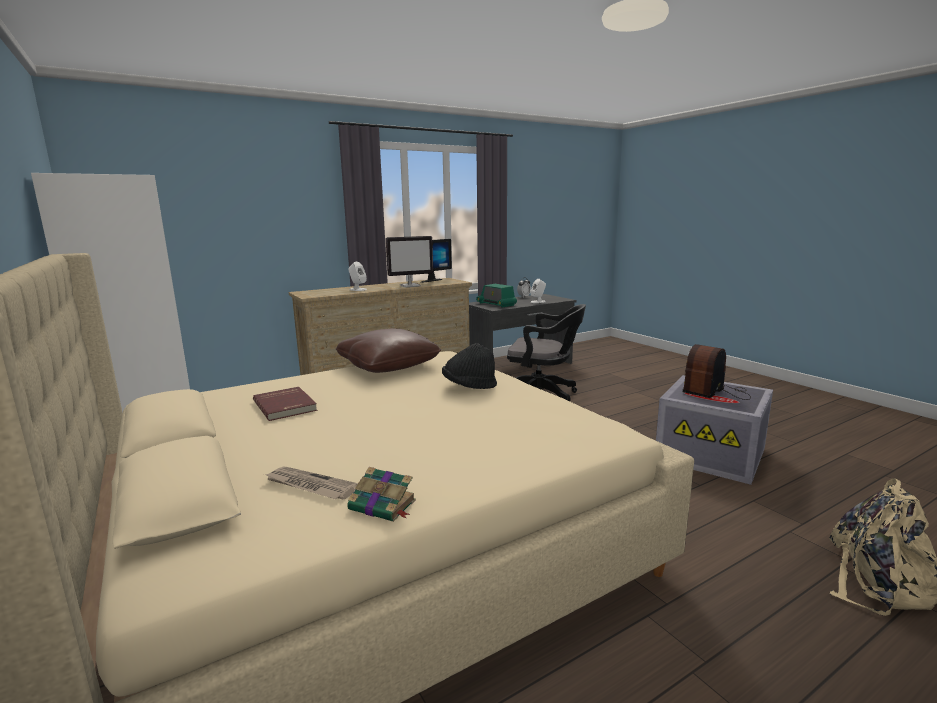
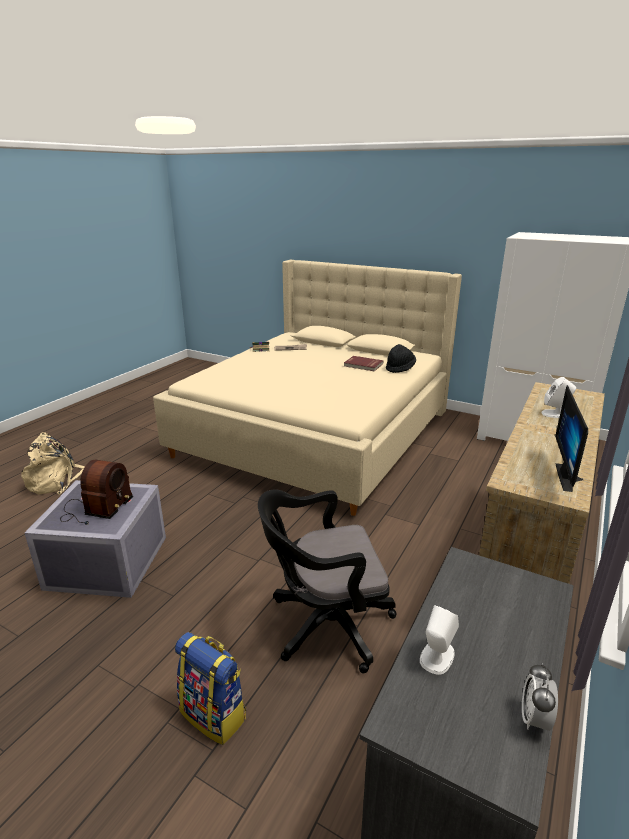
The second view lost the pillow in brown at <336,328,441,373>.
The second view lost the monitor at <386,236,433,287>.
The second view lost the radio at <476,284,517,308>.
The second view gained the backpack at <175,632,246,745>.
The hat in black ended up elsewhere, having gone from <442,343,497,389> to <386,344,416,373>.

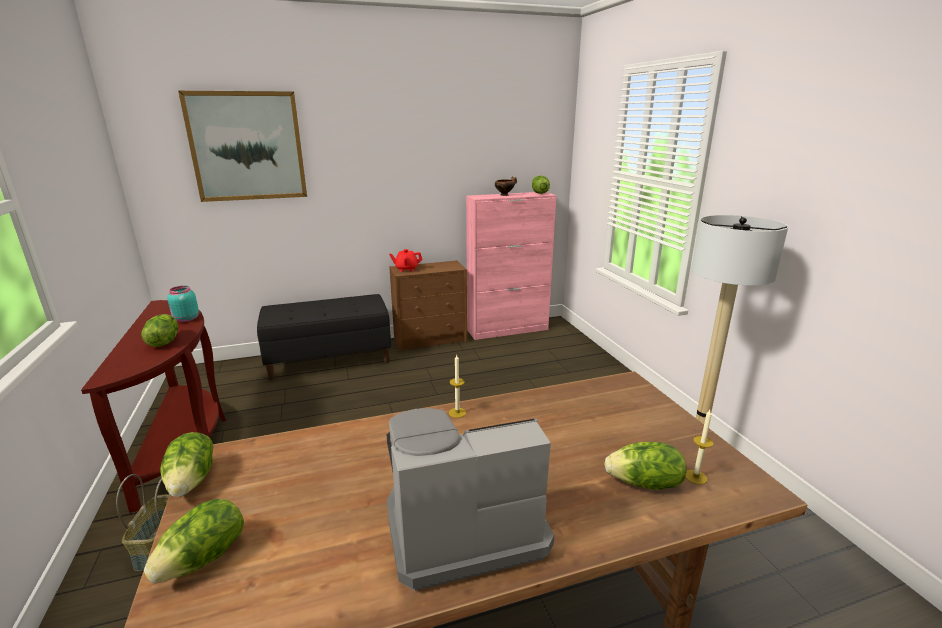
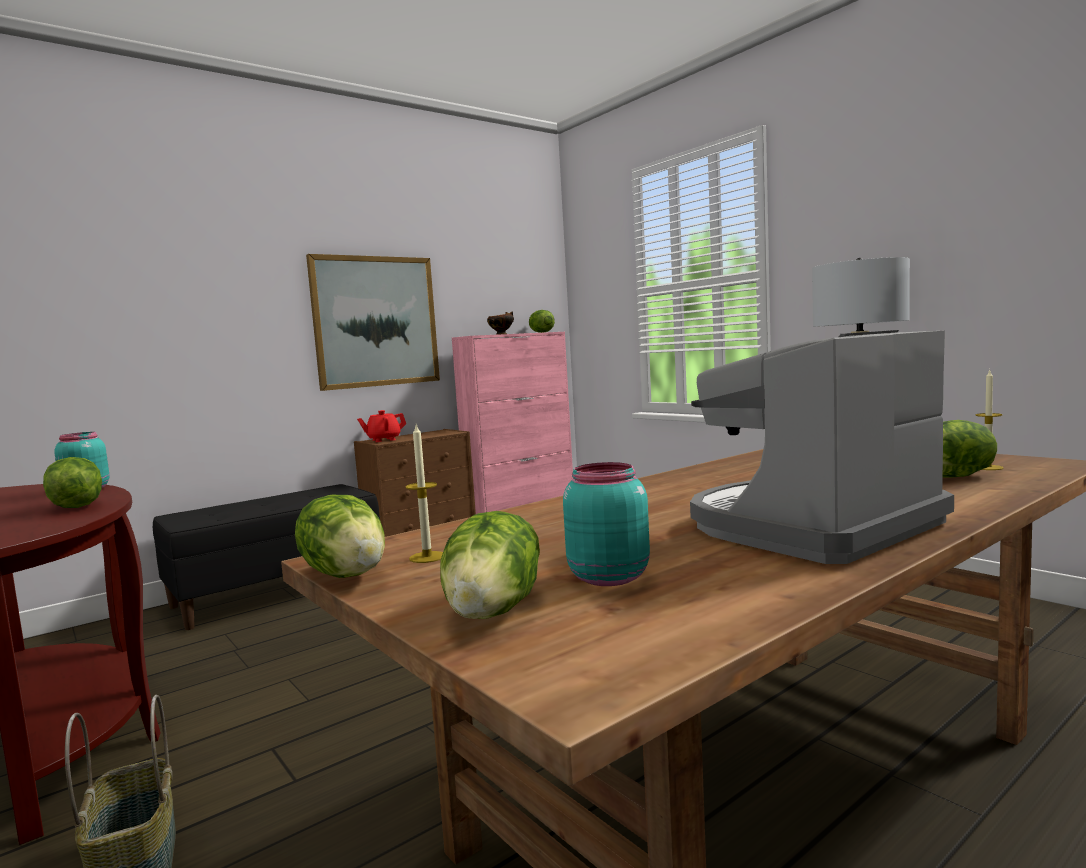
The second view gained the jar in turquoise at <563,462,650,586>.
The picture ended up elsewhere, having gone from <178,91,307,202> to <306,254,440,391>.
The candle ended up elsewhere, having gone from <449,355,466,418> to <406,425,443,563>.

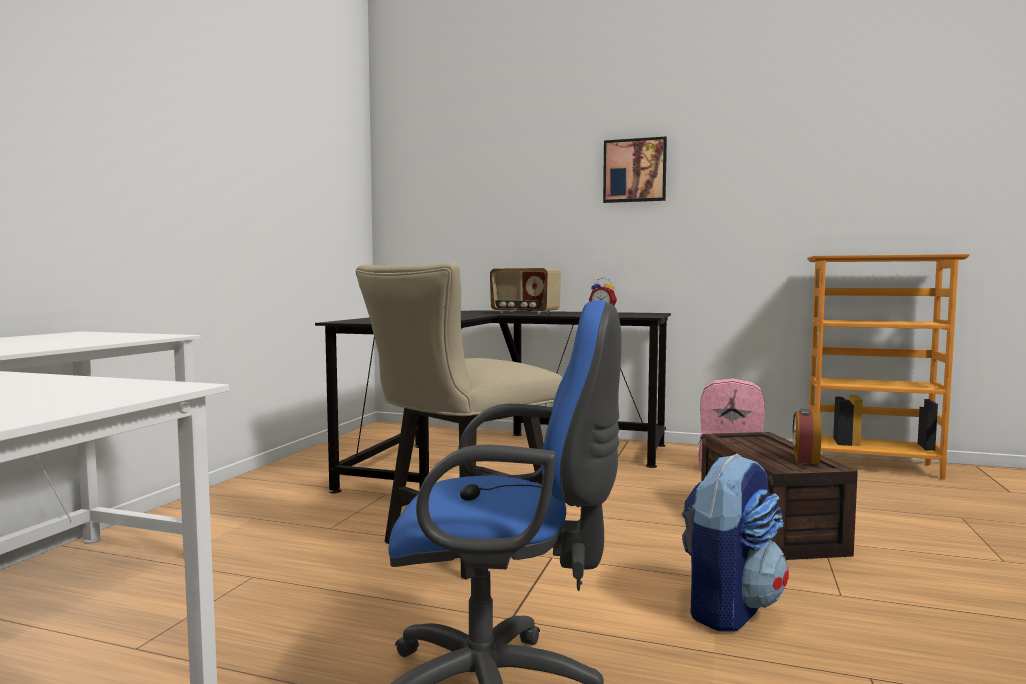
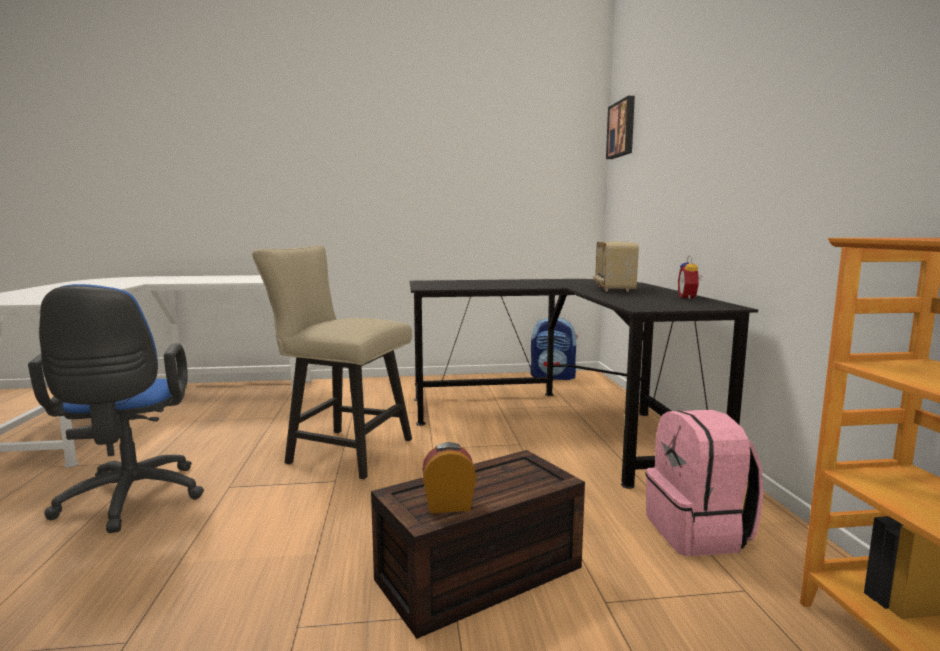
The picture ended up elsewhere, having gone from <603,137,667,203> to <606,96,635,159>.
The backpack ended up elsewhere, having gone from <682,454,789,632> to <530,317,578,380>.

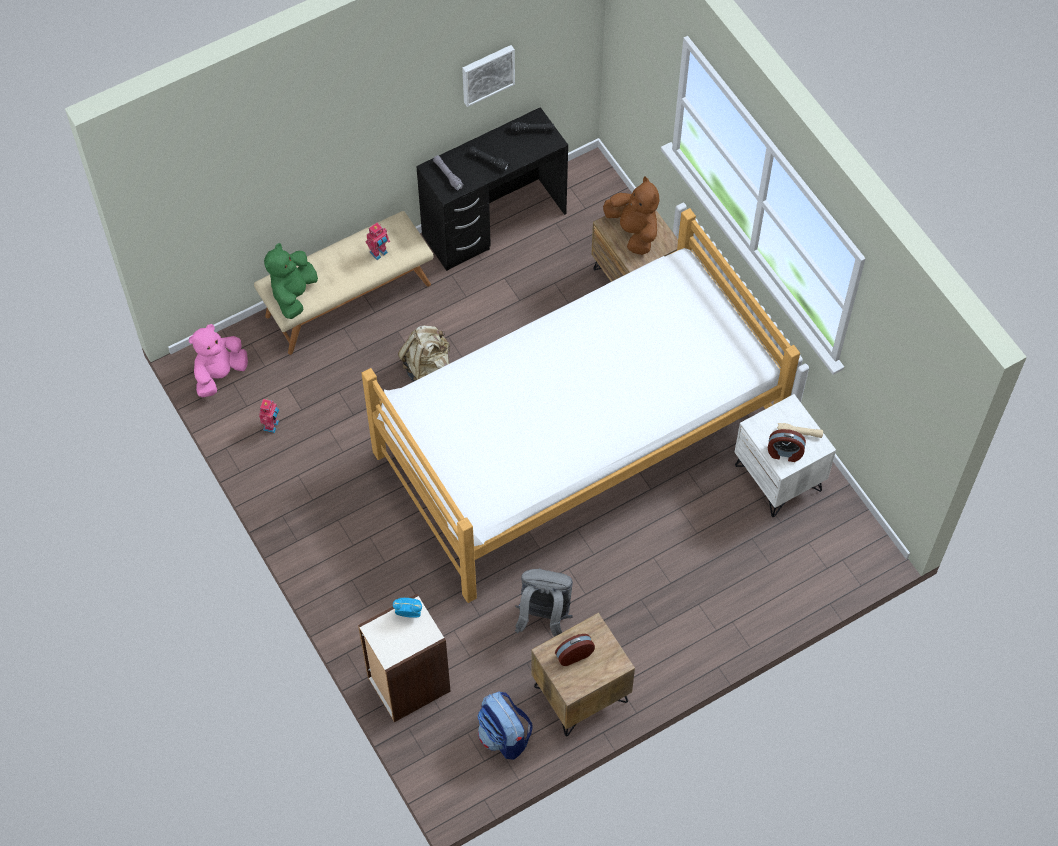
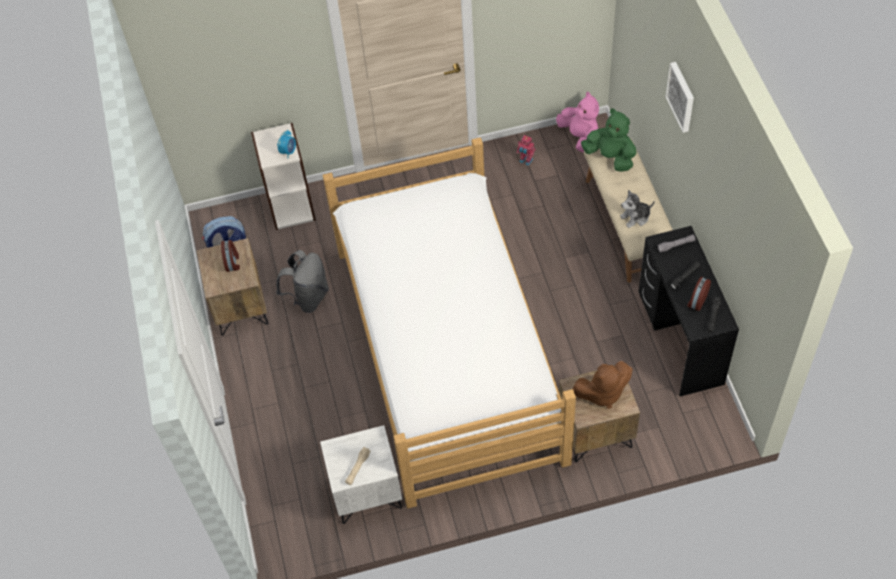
The second view lost the backpack in beige at <398,325,450,381>.
The picture ended up elsewhere, having gone from <462,45,515,107> to <666,62,694,133>.
The alarm clock ended up elsewhere, having gone from <768,429,806,462> to <687,277,711,311>.
Where the toy robot stood at <365,223,390,260>, the plush toy came to stand at <620,190,655,228>.

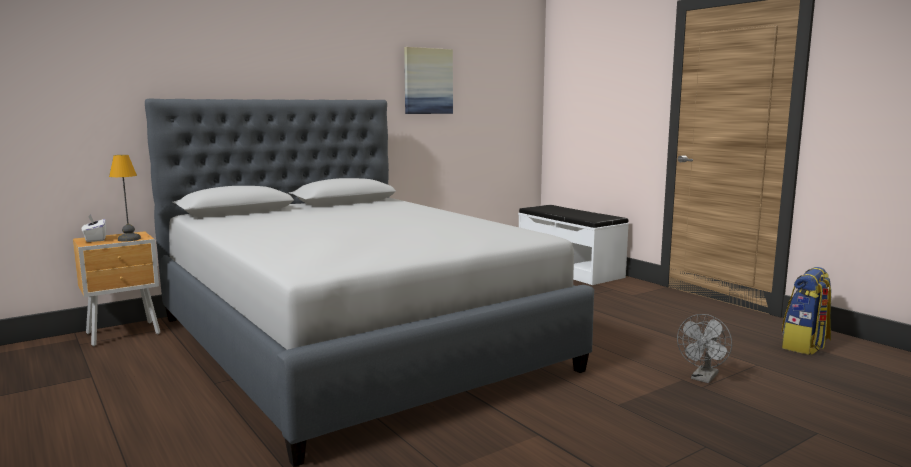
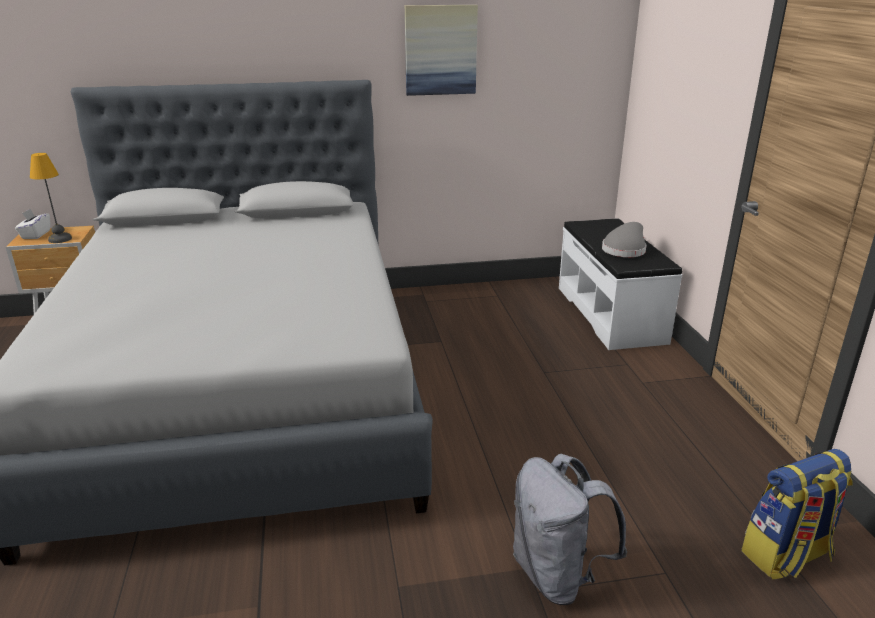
The second view gained the hat in grey at <602,222,647,257>.
Where the fan in grey stood at <677,314,732,383>, the backpack in grey came to stand at <513,454,627,605>.

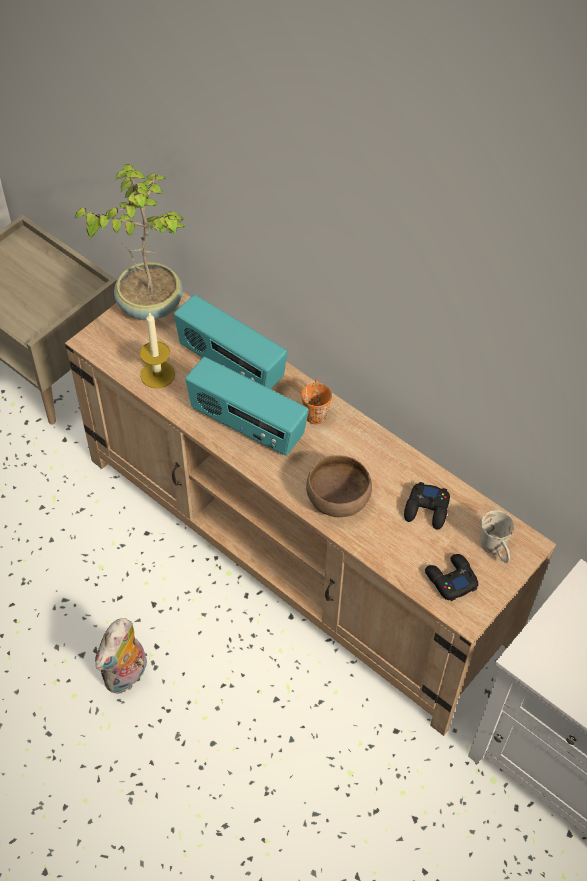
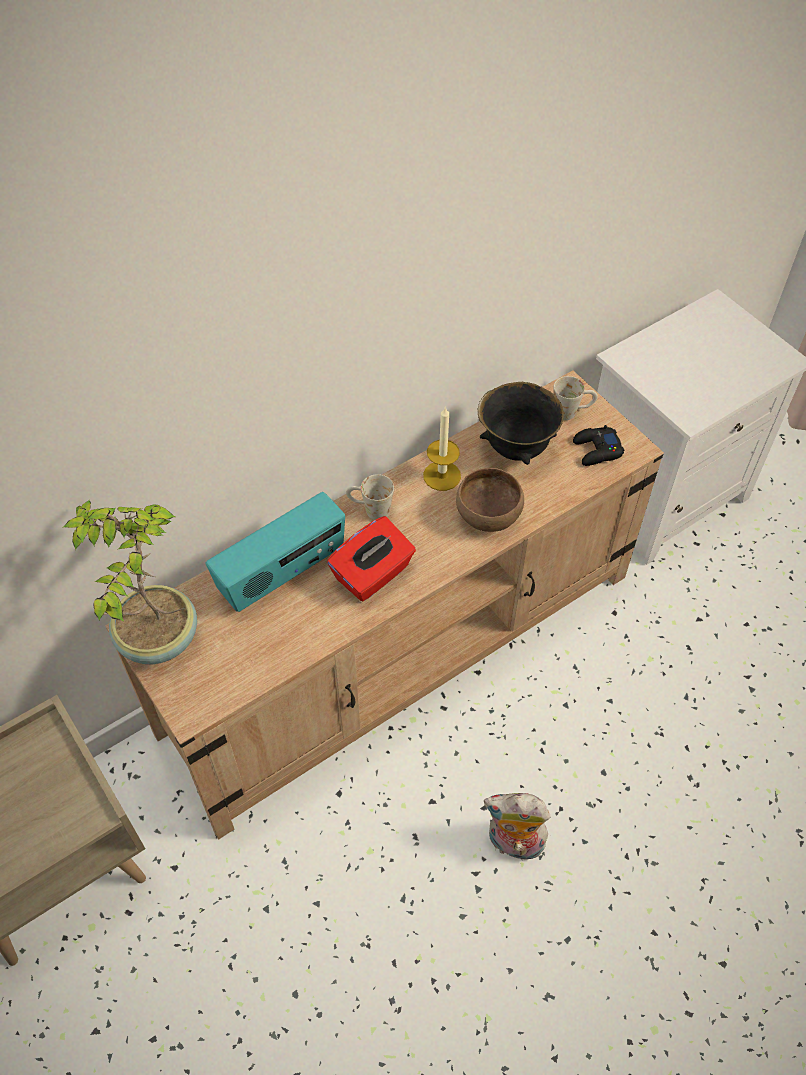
The candle ended up elsewhere, having gone from <140,312,175,388> to <423,406,461,491>.
Where the radio stood at <185,357,309,455>, the tissue box in red came to stand at <327,516,416,601>.
Where the game controller in black stood at <404,482,450,530>, the bowl in black came to stand at <478,382,564,465>.
What was the mug in orange at <301,379,332,424> turned into the mug in white at <346,474,394,520>.
The plush toy at <95,618,147,694> ended up facing another way, 150 degrees clockwise from before.

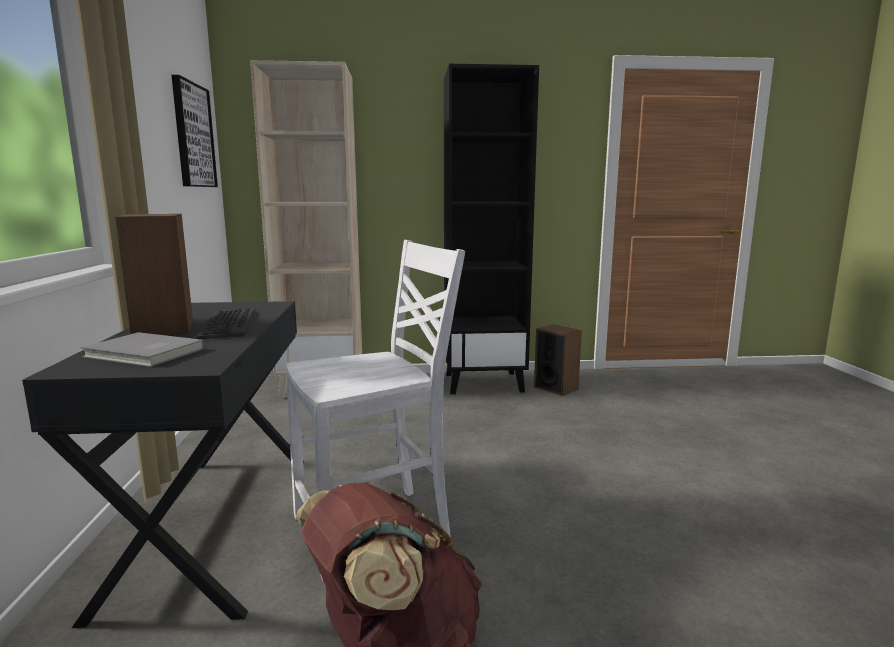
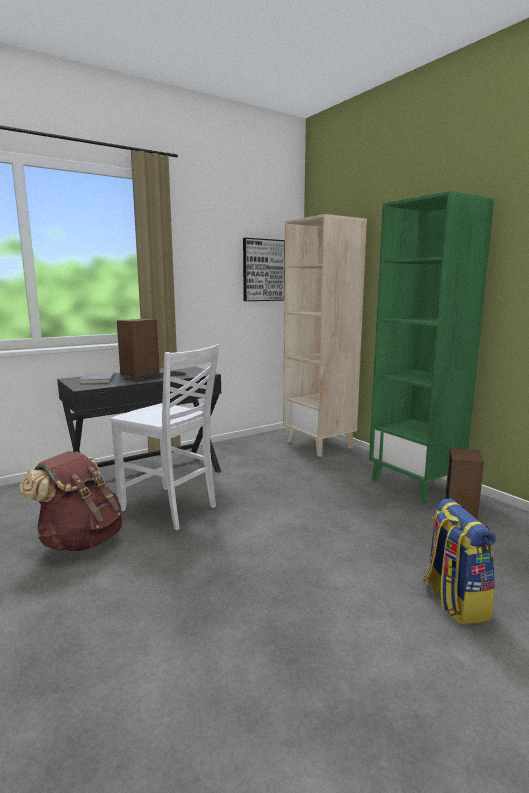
The second view gained the backpack at <423,499,496,624>.
What was the bookcase in black at <444,64,539,394> turned into the bookcase in green at <369,191,494,503>.

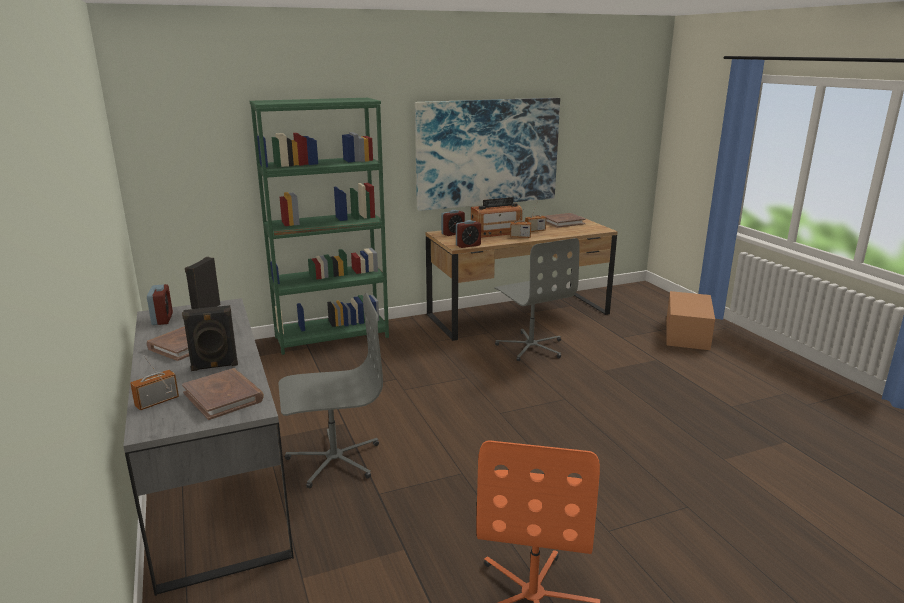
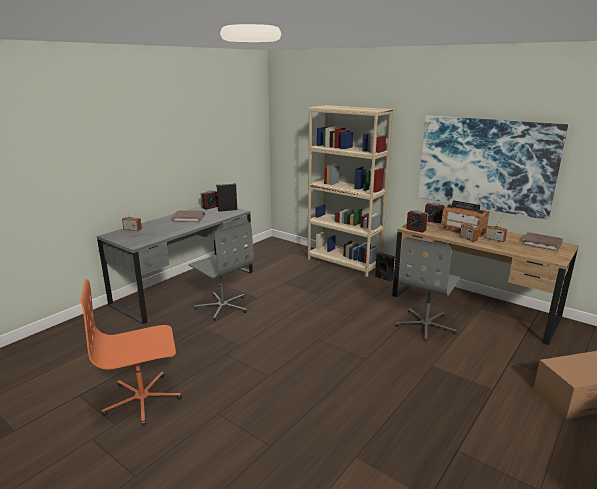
The second view lost the book in brown at <182,368,264,420>.
The speaker in black ended up elsewhere, having gone from <182,305,238,371> to <375,252,395,282>.
What was the bookcase in green at <250,98,389,355> turned into the bookcase in beige at <308,105,393,277>.

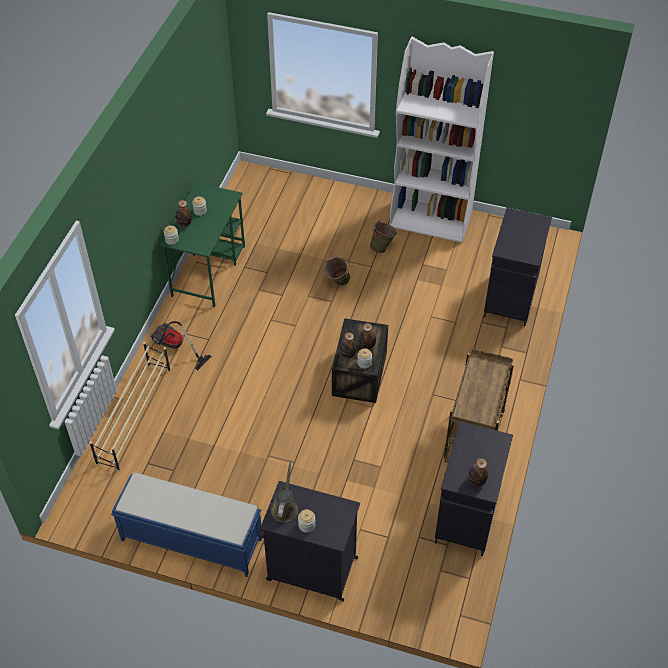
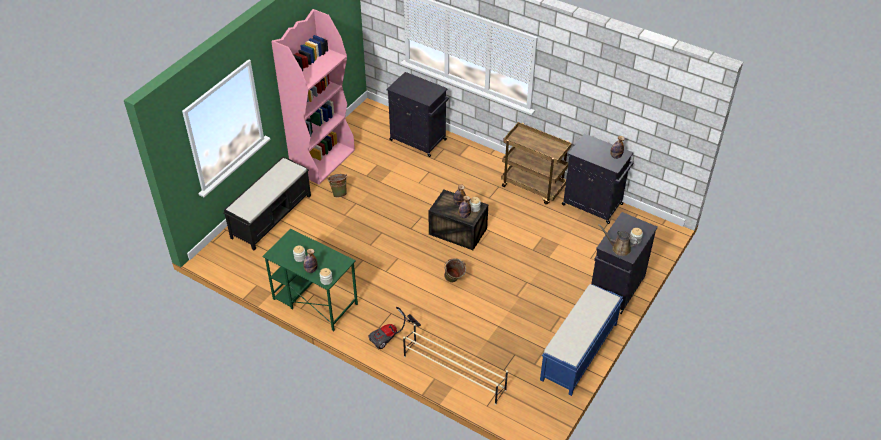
The second view gained the bench in black at <223,156,311,251>.
The bucket in green ended up elsewhere, having gone from <324,257,350,286> to <444,258,466,283>.
What was the bookcase in white at <390,36,494,242> turned into the bookcase in pink at <271,9,355,184>.

